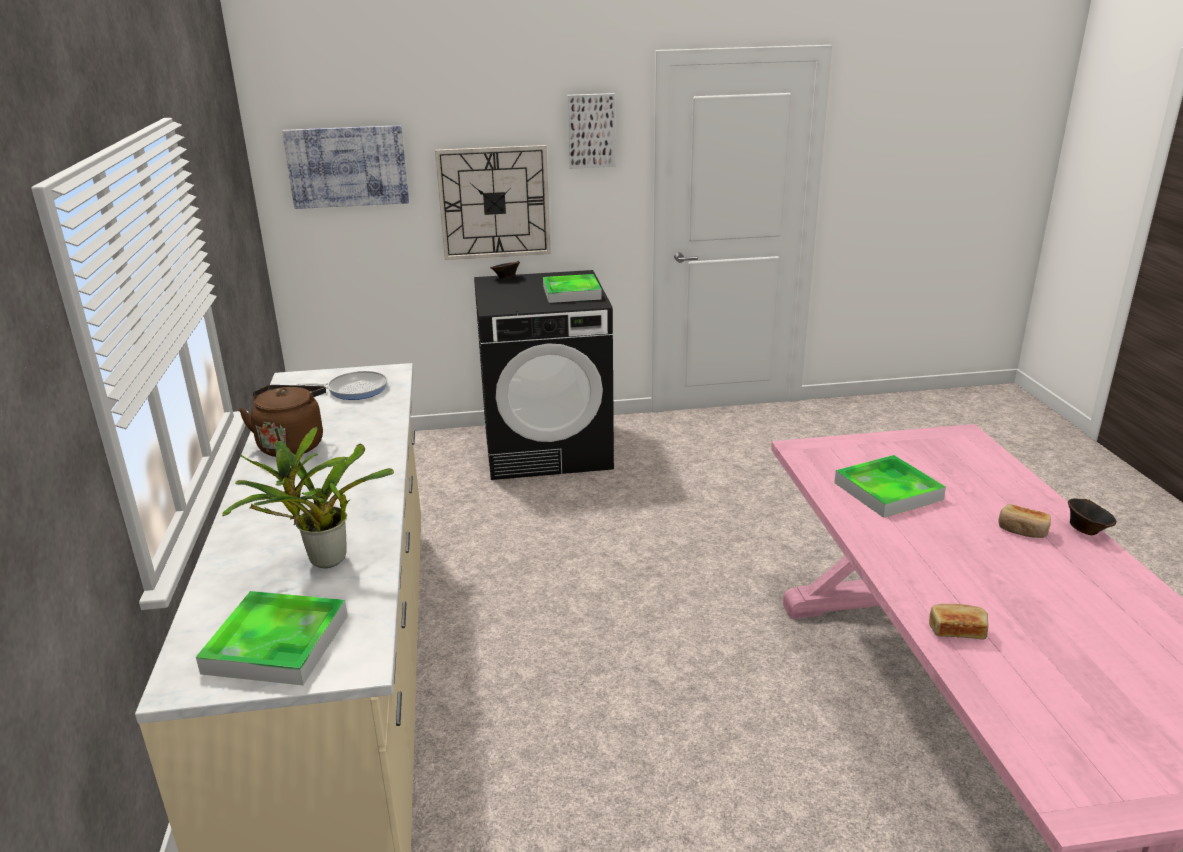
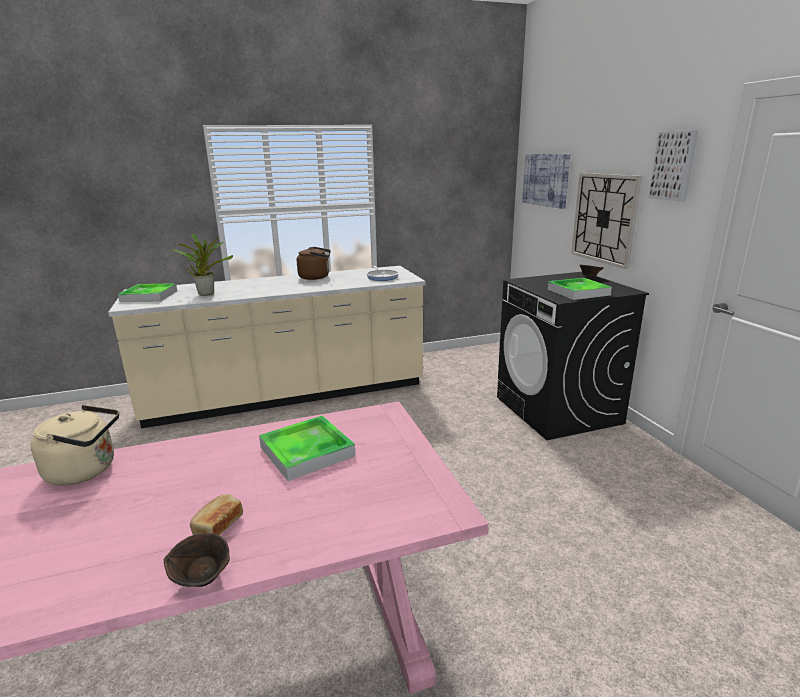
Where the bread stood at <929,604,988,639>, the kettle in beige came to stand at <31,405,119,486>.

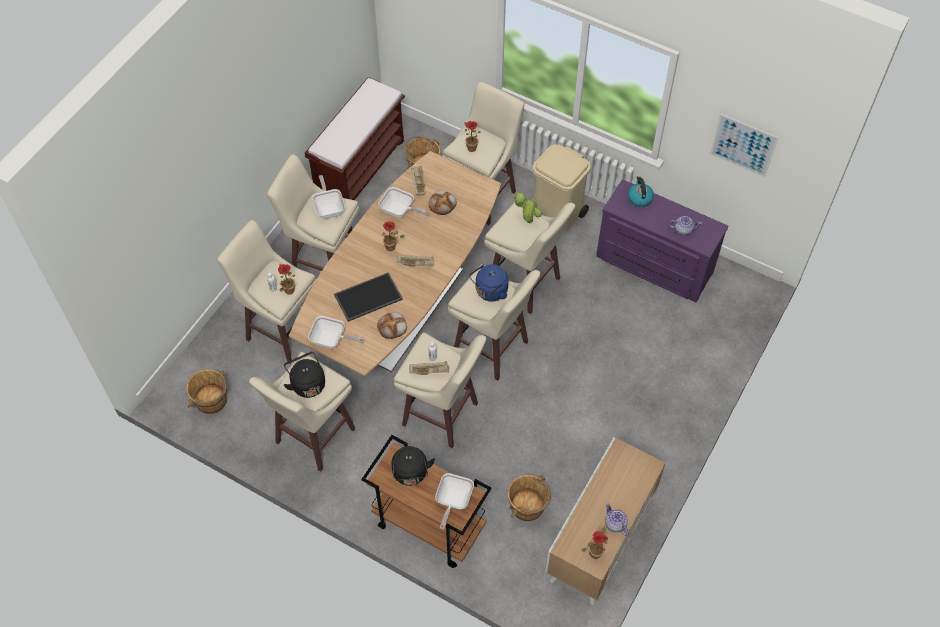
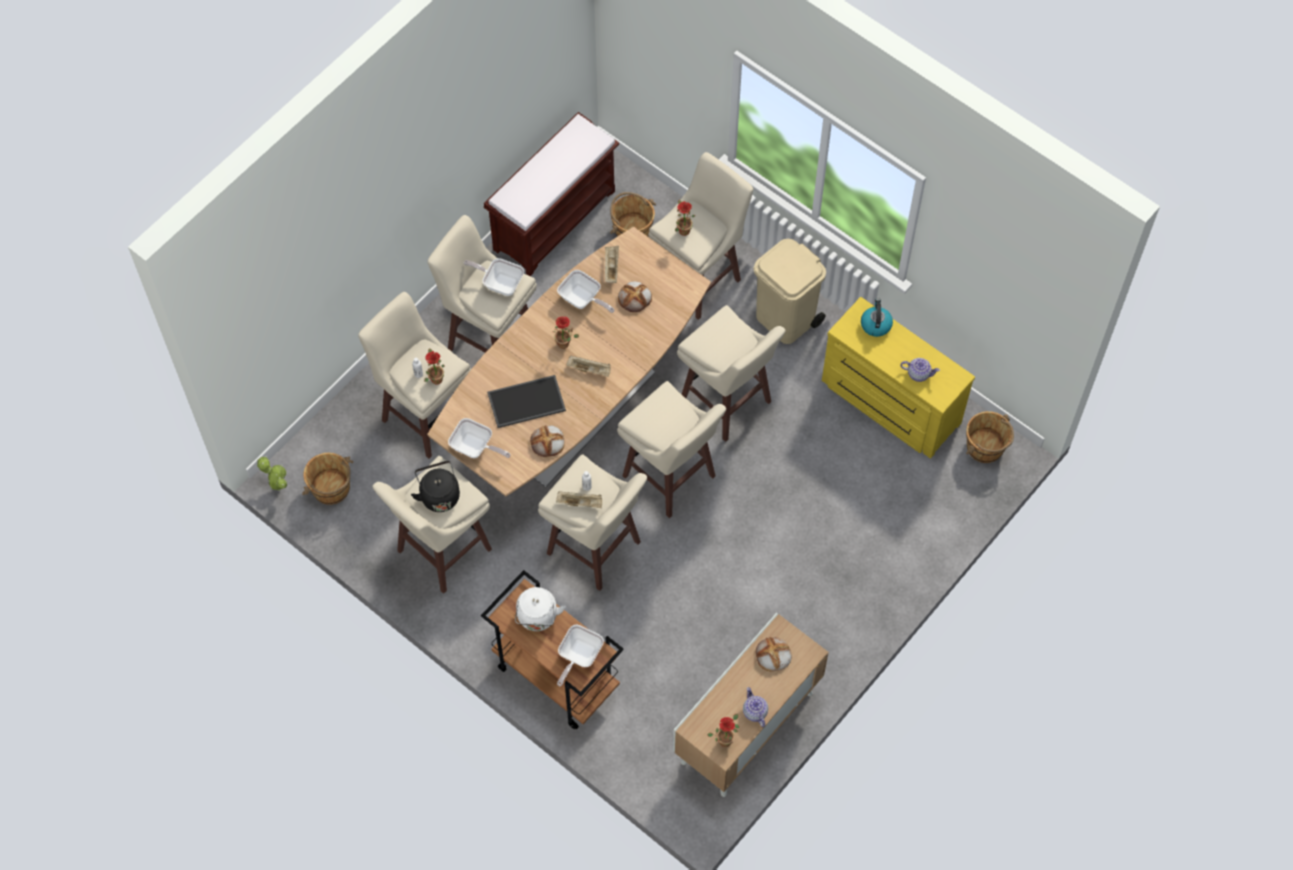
The second view lost the kettle in blue at <469,264,508,302>.
The second view lost the picture at <710,114,778,177>.
The second view gained the bread at <756,637,792,671>.
The bucket in brown ended up elsewhere, having gone from <508,475,551,521> to <966,411,1014,463>.
The potted plant ended up elsewhere, having gone from <513,191,542,223> to <257,456,287,491>.
What was the kettle in black at <391,446,435,486> turned into the kettle in white at <515,587,565,631>.
What was the dresser in purple at <596,179,728,302> turned into the dresser in yellow at <822,297,975,458>.
The frying pan at <312,175,345,219> ended up facing another way, 60 degrees counterclockwise from before.

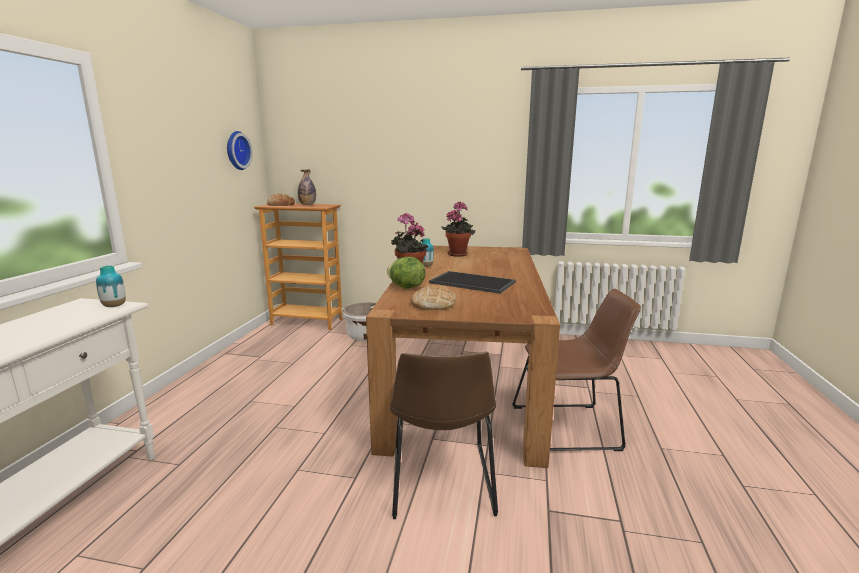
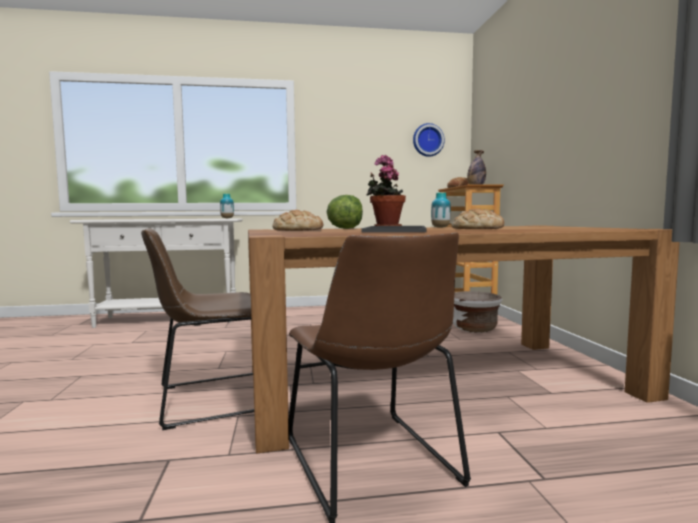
The second view lost the potted plant at <441,201,475,257>.
The second view gained the bread at <451,208,504,229>.

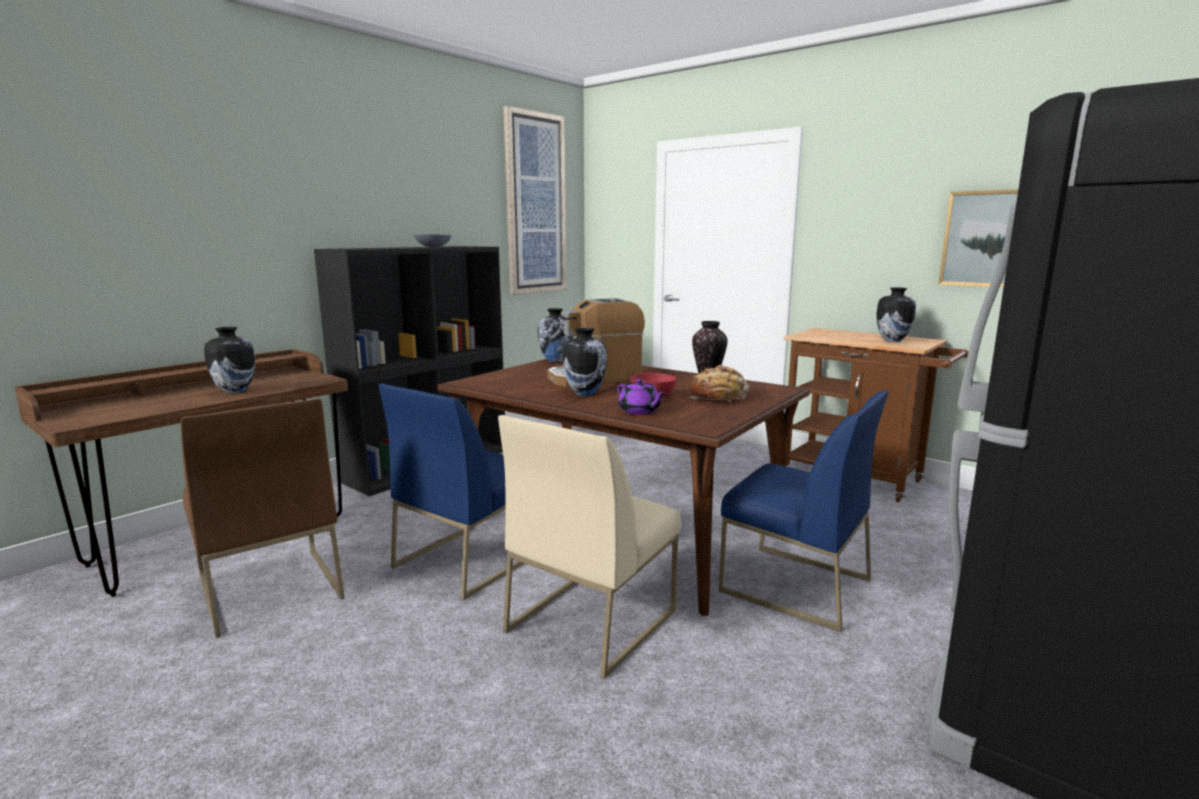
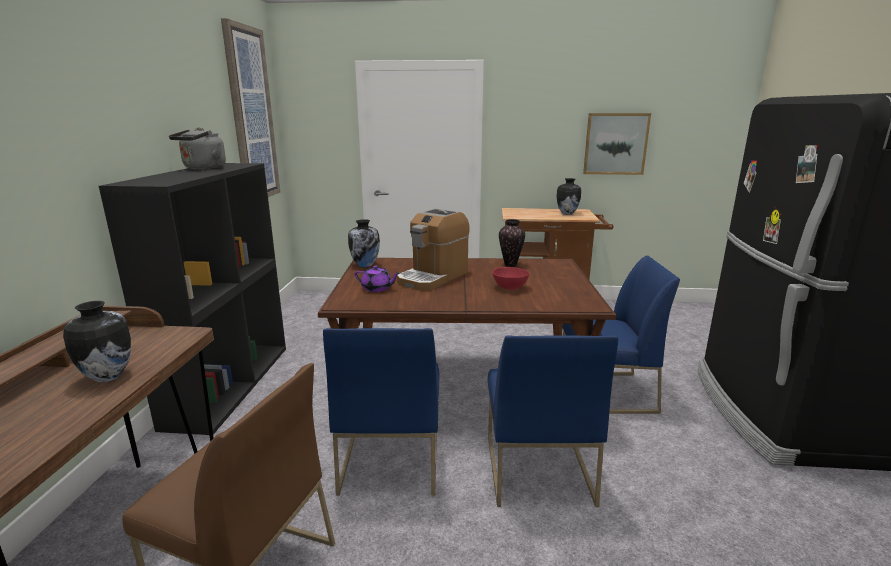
The second view lost the vase at <563,328,607,396>.
The second view lost the bread at <689,365,749,402>.
The teapot in purple ended up elsewhere, having gone from <617,379,666,415> to <355,266,400,292>.
Where the bowl in grey stood at <413,234,451,247>, the kettle in grey came to stand at <169,127,226,169>.
What was the chair in beige at <498,415,681,679> turned into the chair in blue at <488,335,618,507>.

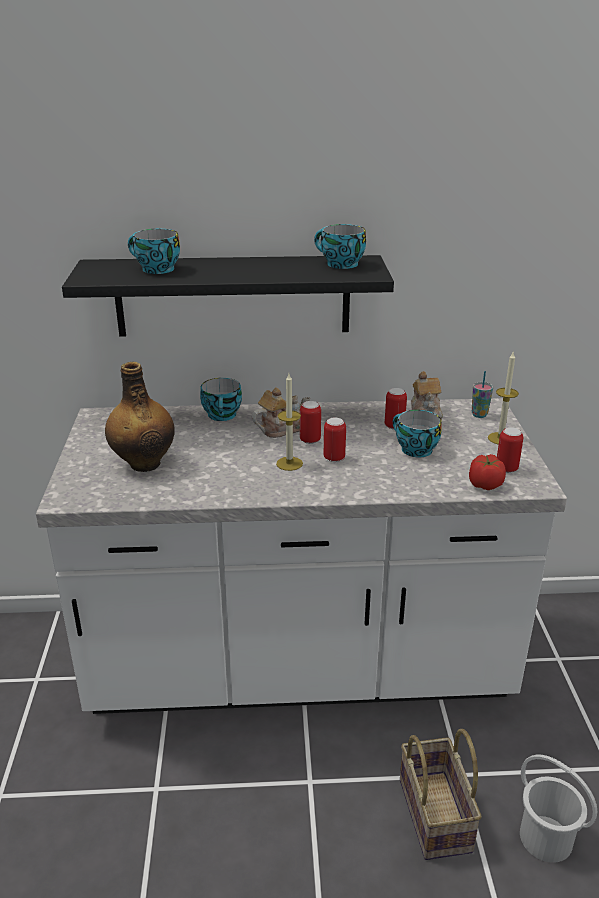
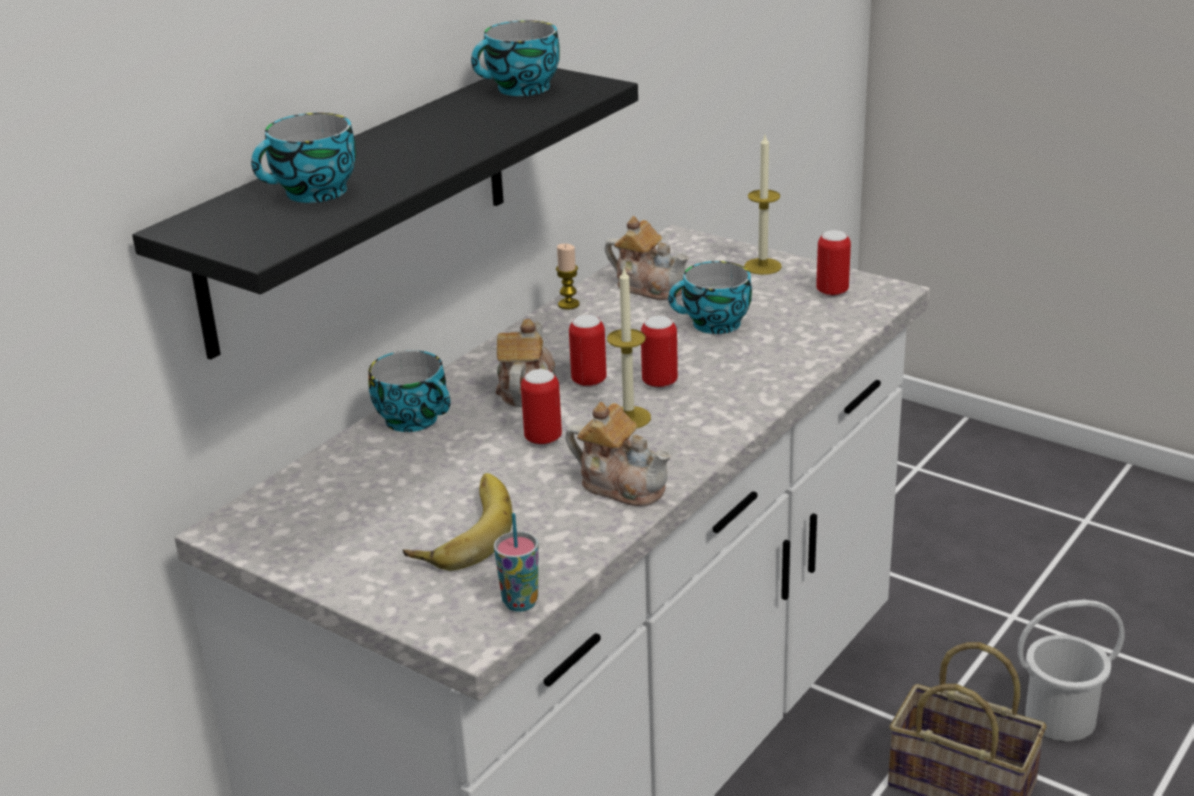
The second view lost the tomato at <469,454,506,490>.
The second view gained the candle at <556,244,580,309>.
The second view gained the teapot at <565,402,671,506>.
The can ended up elsewhere, having gone from <385,388,407,430> to <521,369,562,445>.
The cup ended up elsewhere, having gone from <472,371,493,418> to <494,513,538,612>.
Where the bottle stood at <105,362,175,472>, the banana came to stand at <403,473,512,571>.

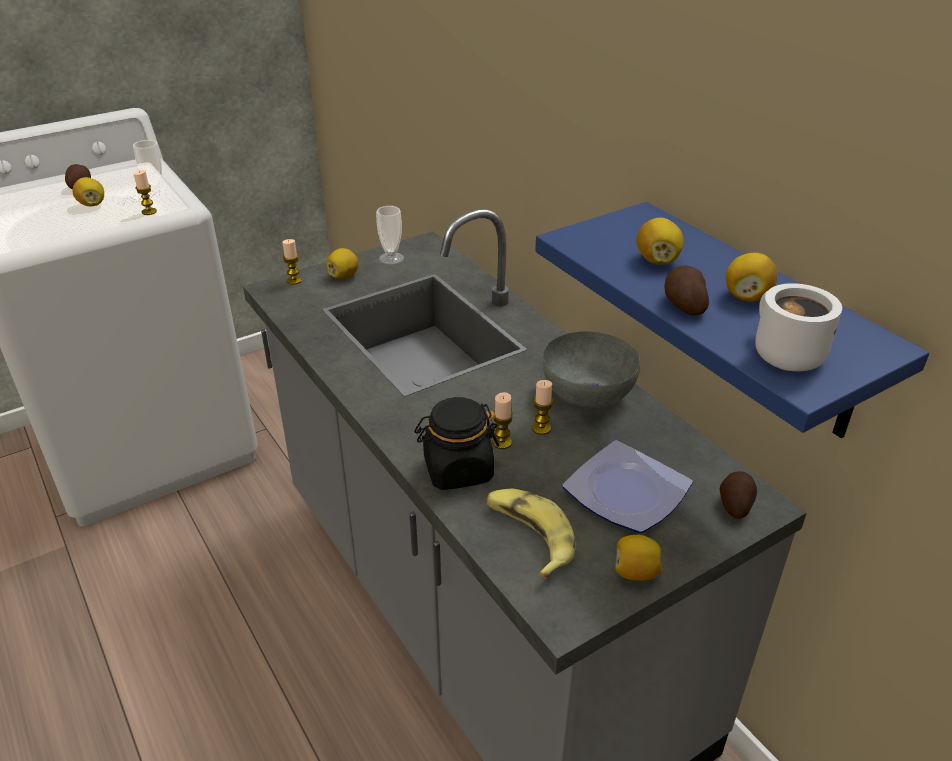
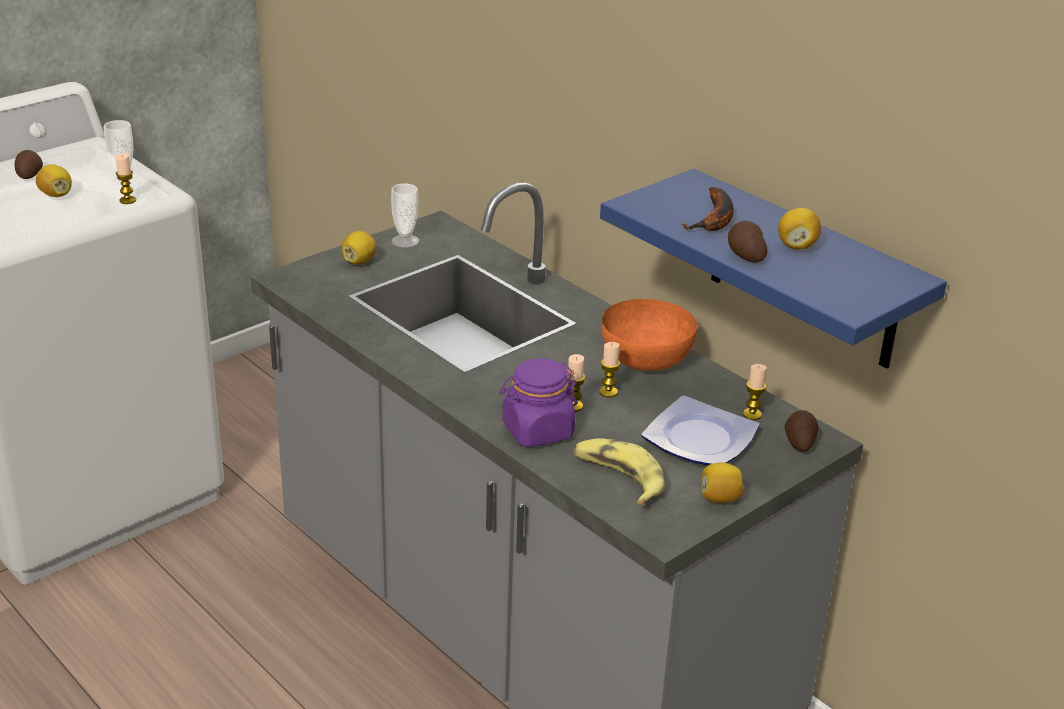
The second view lost the mug in white at <755,283,842,371>.
The candle ended up elsewhere, having gone from <282,239,302,285> to <743,364,767,420>.
Where the lemon stood at <636,218,684,265>, the banana came to stand at <682,187,734,231>.
What was the jar in black at <414,397,499,490> turned into the jar in purple at <499,358,578,447>.
What was the bowl in grey at <543,331,640,408> turned into the bowl in orange at <601,299,697,371>.

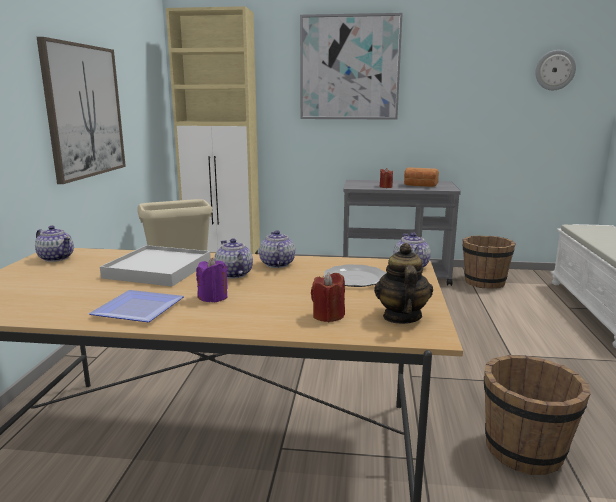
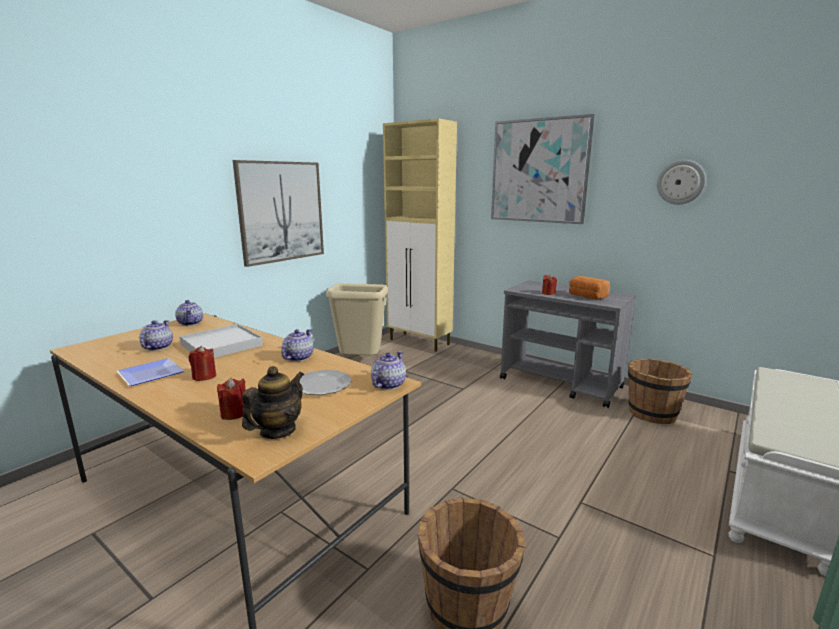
The teapot ended up elsewhere, having gone from <214,238,253,279> to <139,320,173,351>.
The wall clock ended up elsewhere, having gone from <535,50,576,90> to <657,160,706,205>.
What was the candle in purple at <196,258,228,302> turned into the candle in red at <189,346,216,381>.

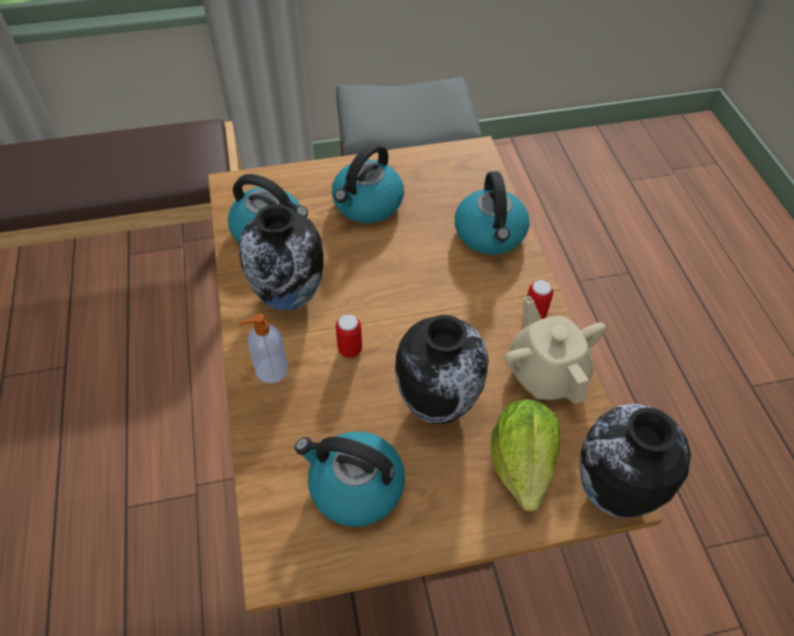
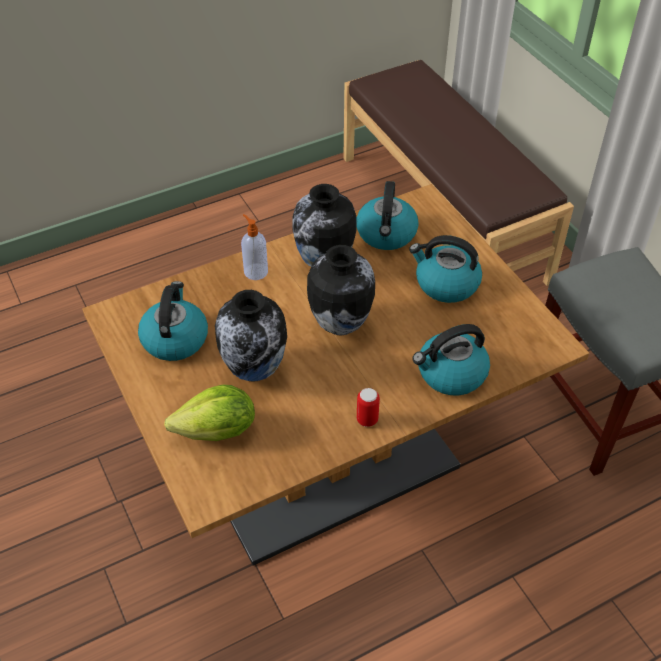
The second view lost the can at <336,314,362,358>.
The second view lost the teapot in beige at <504,296,606,404>.
The vase ended up elsewhere, having gone from <579,404,691,518> to <307,245,375,336>.

